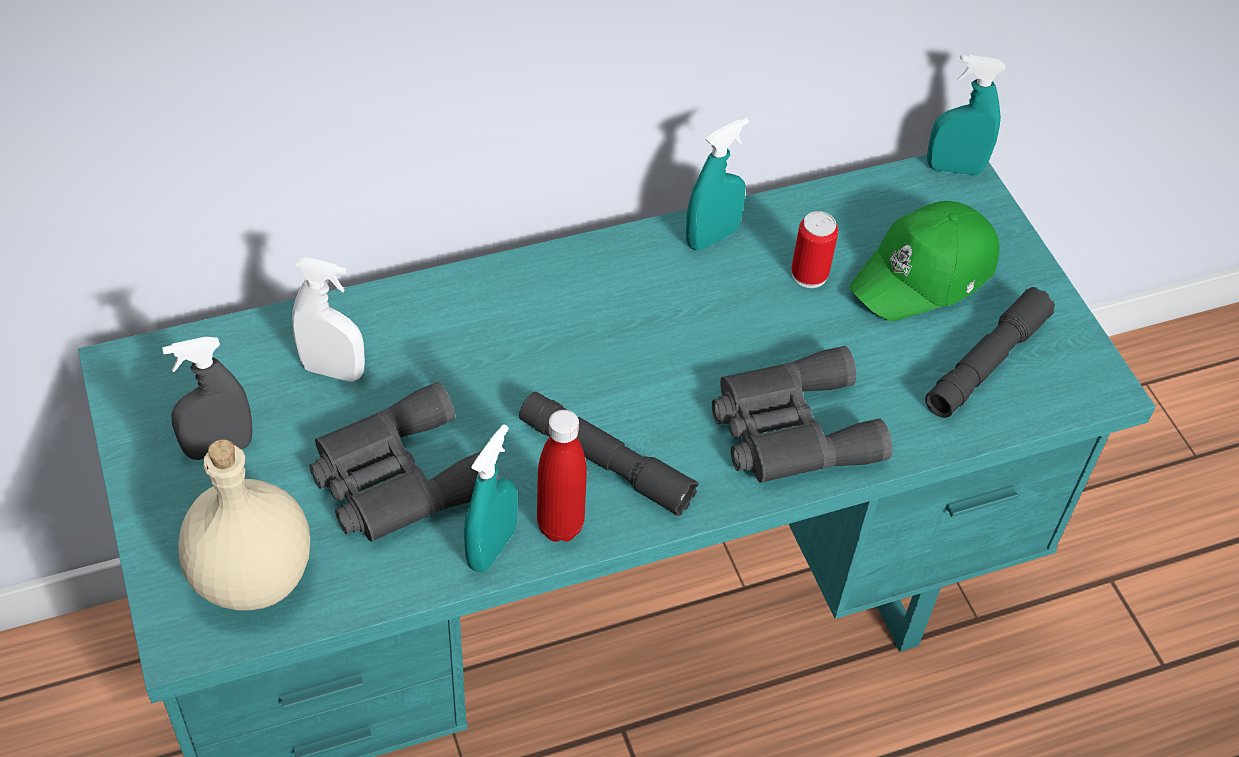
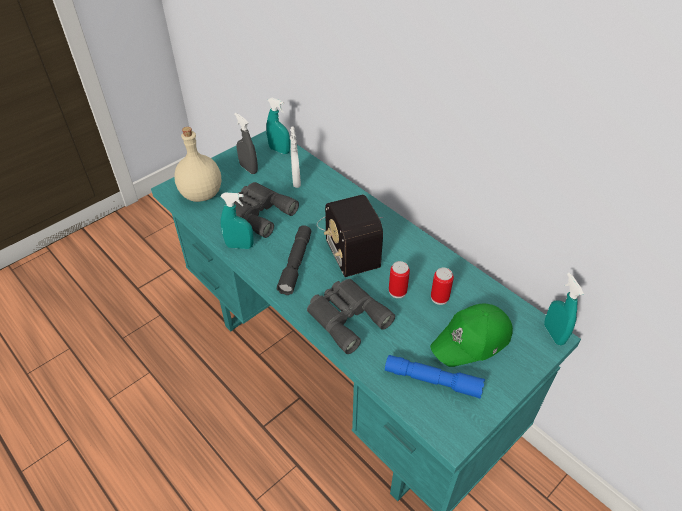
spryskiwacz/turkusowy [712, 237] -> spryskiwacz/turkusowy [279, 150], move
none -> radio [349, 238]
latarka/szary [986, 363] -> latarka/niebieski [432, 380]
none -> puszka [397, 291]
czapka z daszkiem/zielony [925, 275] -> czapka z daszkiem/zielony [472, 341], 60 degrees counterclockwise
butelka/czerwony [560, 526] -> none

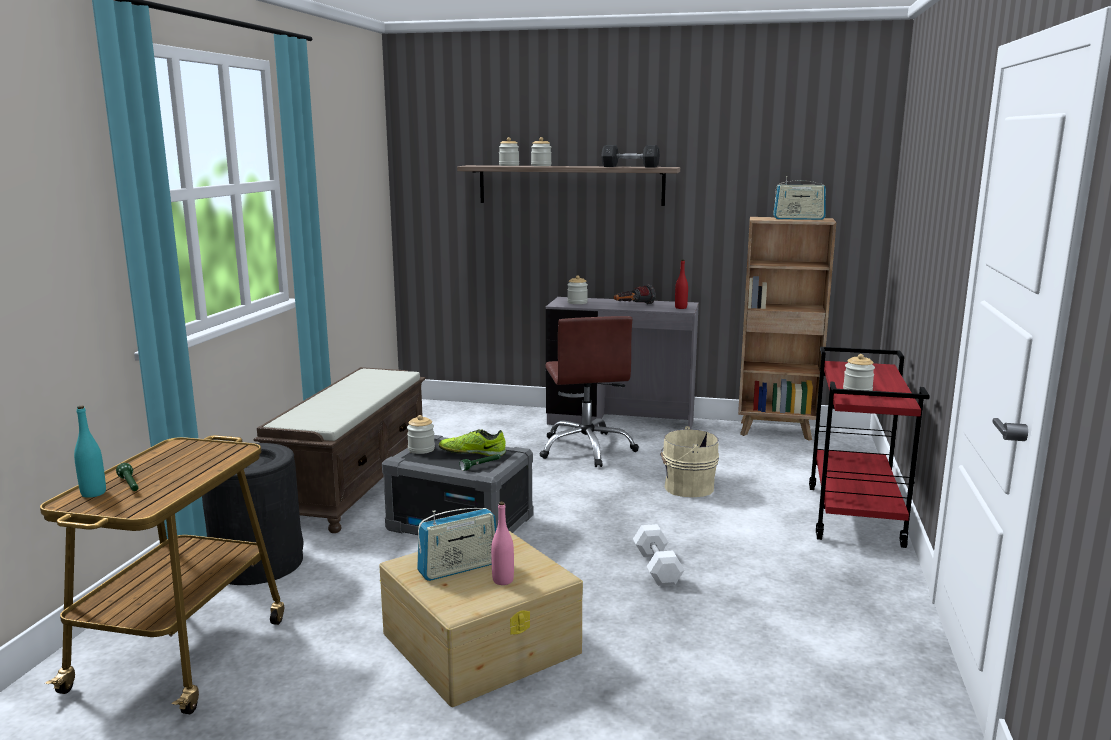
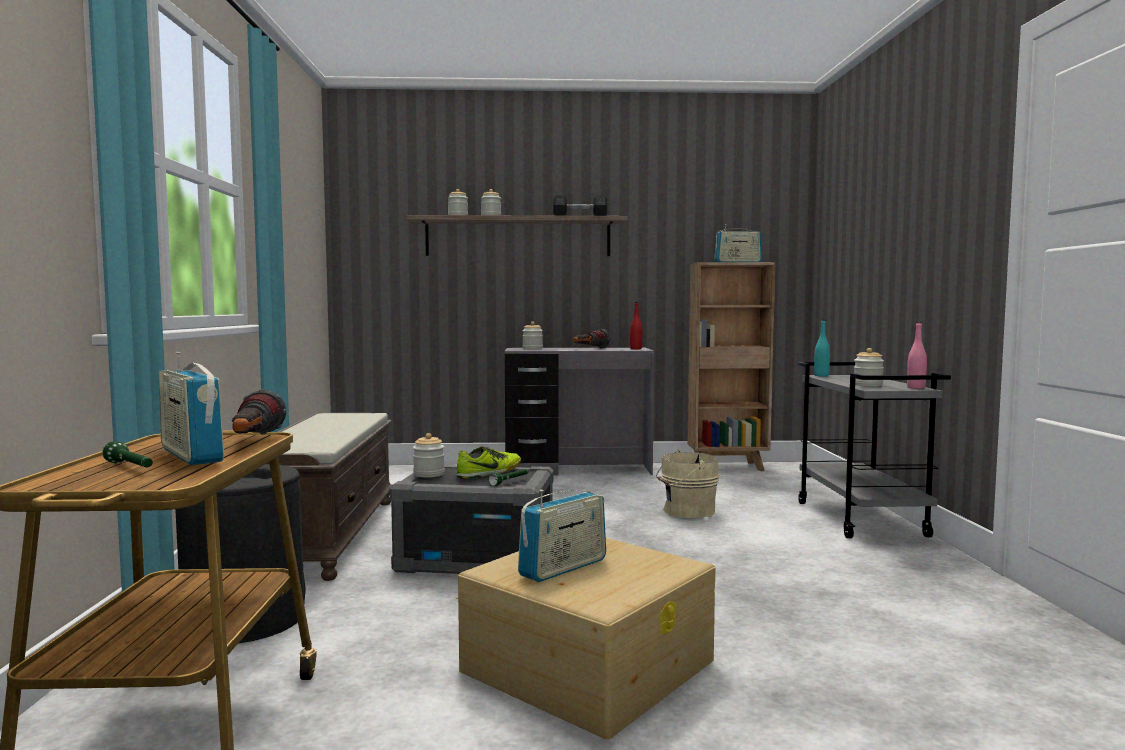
none -> radio [191, 455]
none -> latarka [253, 441]
but [472, 453] -> but [490, 473], 150 degrees clockwise
wózek/czerwony [855, 517] -> wózek/szary [861, 519]
butelka/turkusowy [93, 493] -> butelka/turkusowy [821, 375], move
butelka/różowy [503, 580] -> butelka/różowy [916, 388], move
krzesło biurowe/brązowy [587, 449] -> none
hantel/biały [657, 567] -> none

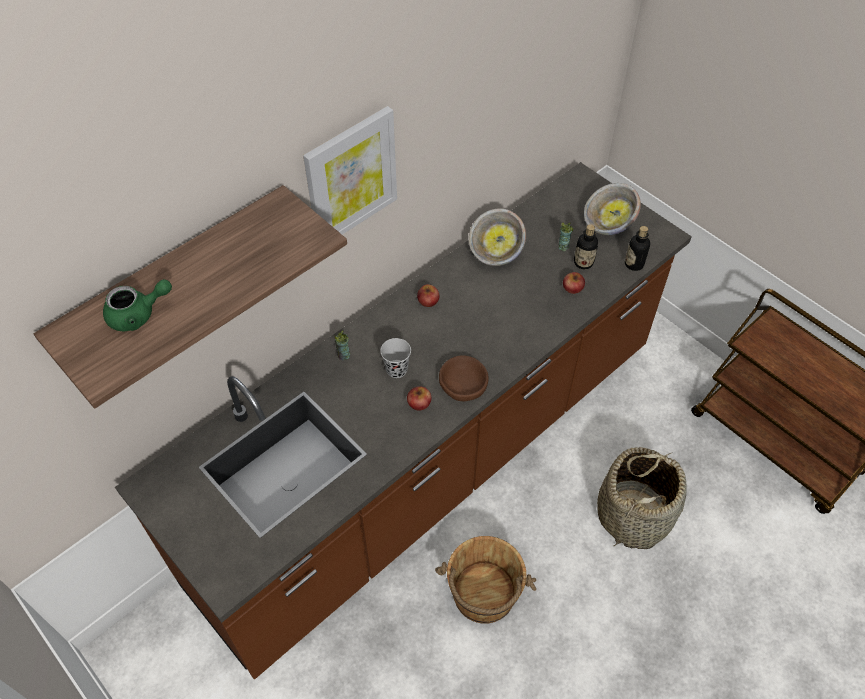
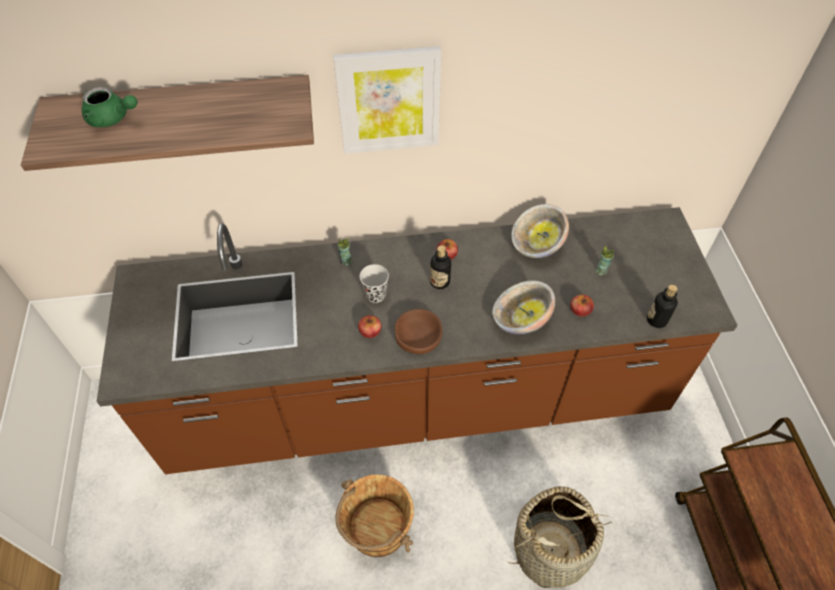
butelka [583, 262] -> butelka [440, 282], move
miska [608, 224] -> miska [520, 320], move

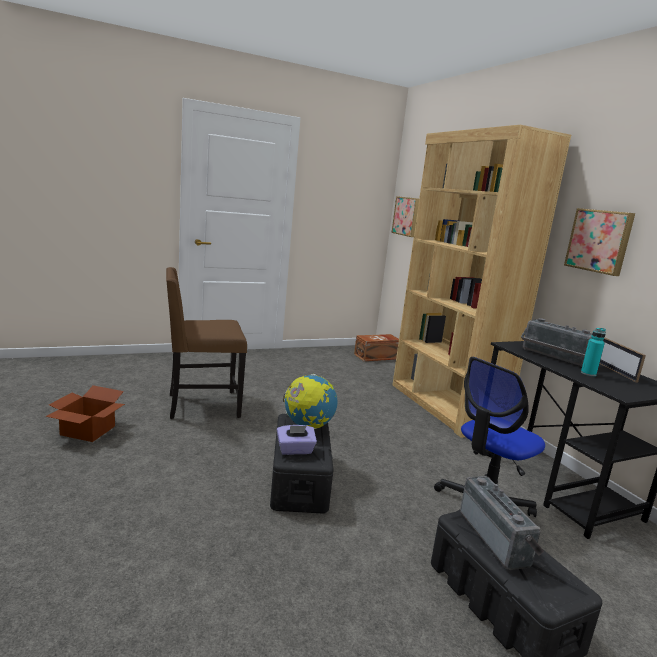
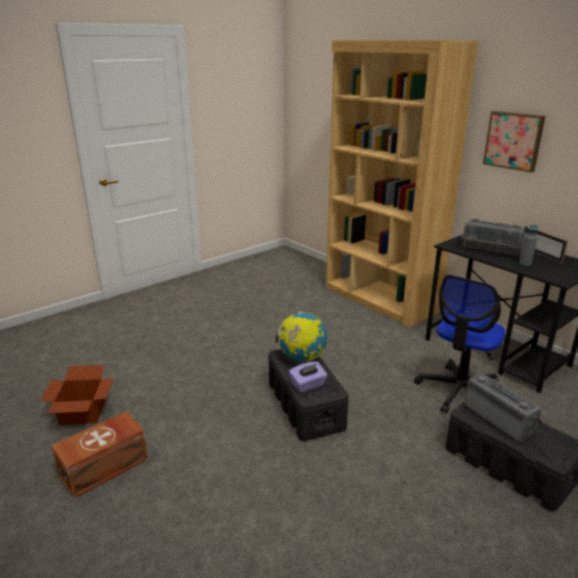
pojemnik do przechowywania/brązowy [377, 357] -> pojemnik do przechowywania/brązowy [106, 467], move
butelka/turkusowy [588, 373] -> butelka/szary [525, 263]
krzesło/brązowy [201, 405] -> none
obraz [407, 216] -> none

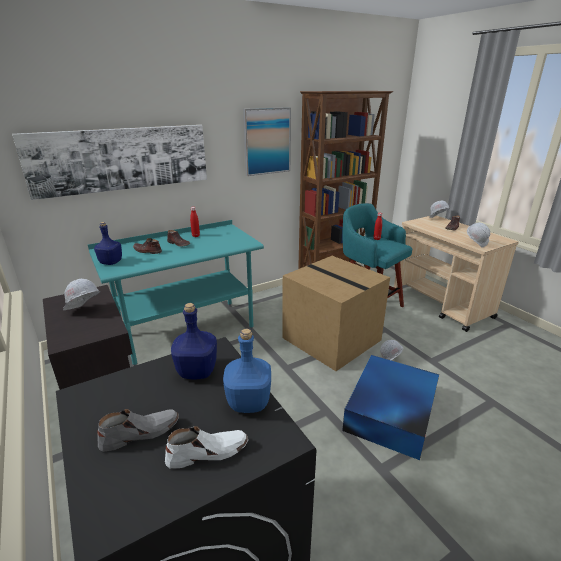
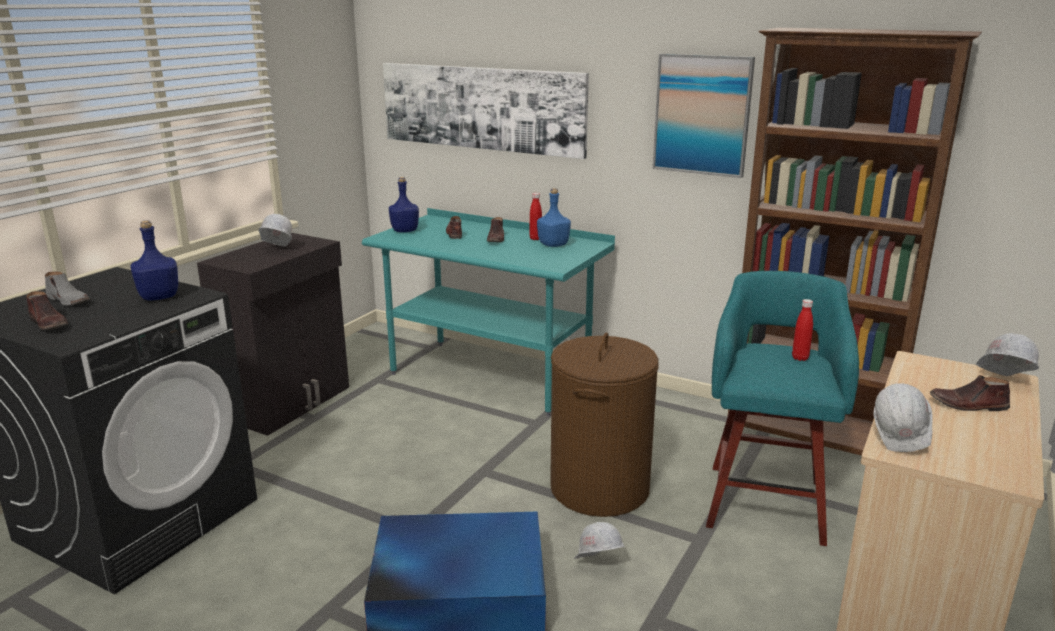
but/biały [207, 452] -> but/brązowy [49, 324]
butelka/niebieski [249, 403] -> butelka/niebieski [552, 245], move
karton [330, 339] -> kosz na pranie/brązowy [599, 488]

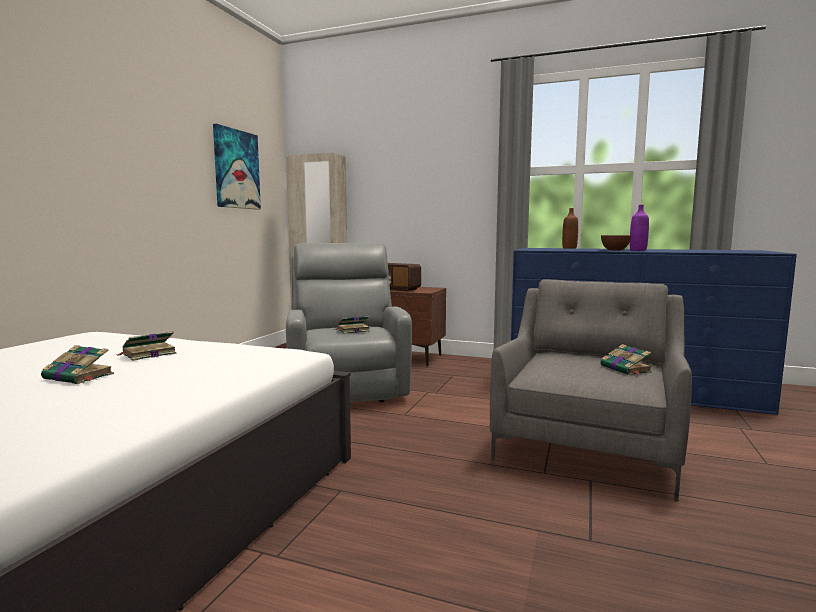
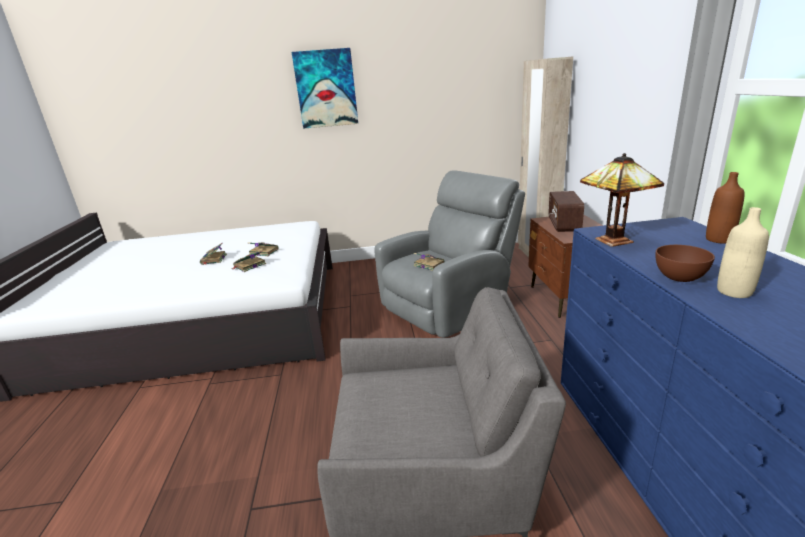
książka [626, 369] -> książka [249, 266], move
obraz [236, 169] -> obraz [326, 89], move
none -> lampa stołowa [610, 240]
butelka/fioletowy [638, 250] -> butelka/beżowy [734, 292]

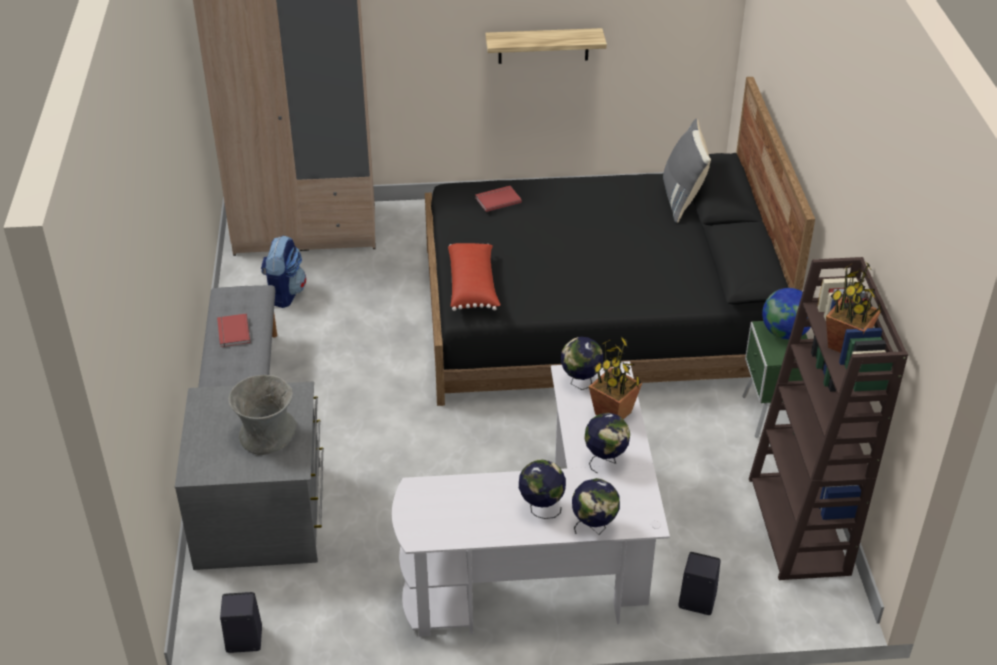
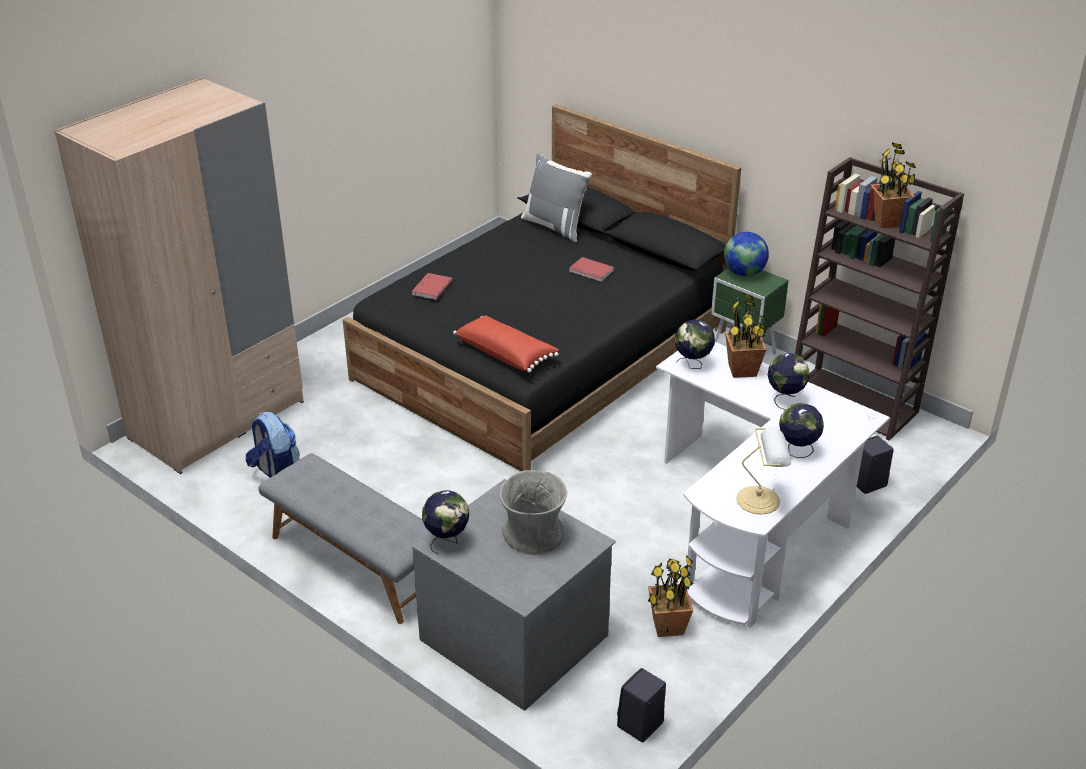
globus [594, 528] -> globus [447, 541], move
książka/czerwony [232, 332] -> książka/czerwony [590, 271], move
none -> roślina doniczkowa [667, 626]
none -> lampa stołowa [760, 500]
półka [543, 45] -> none

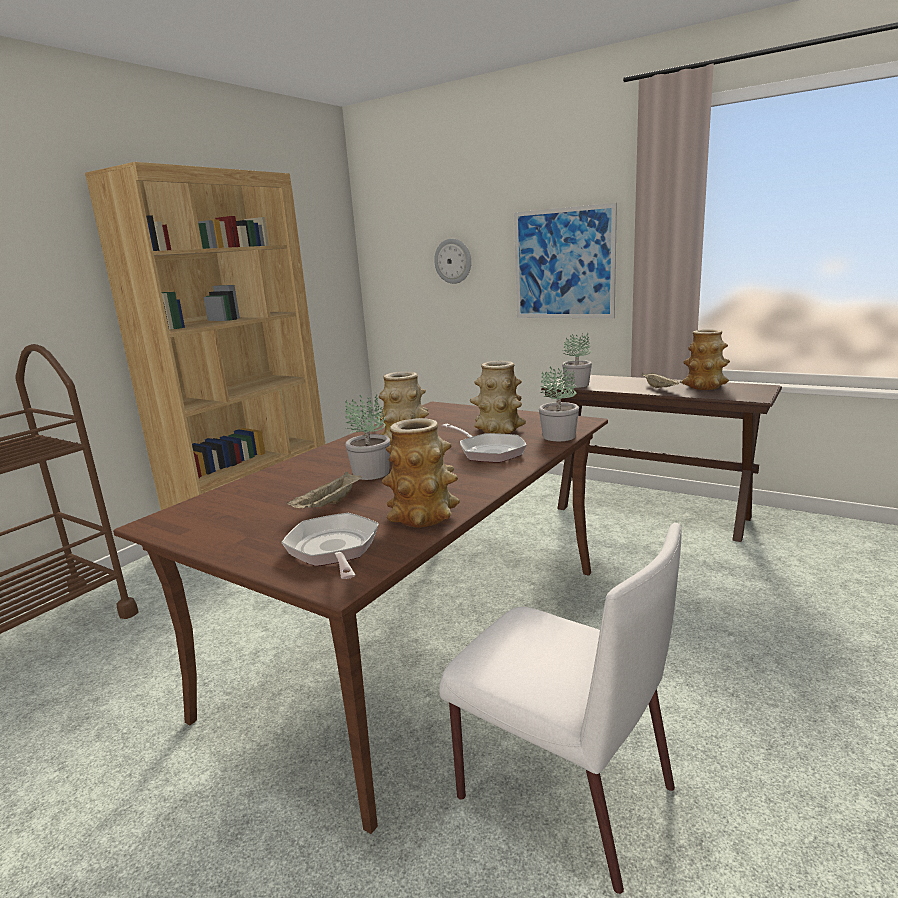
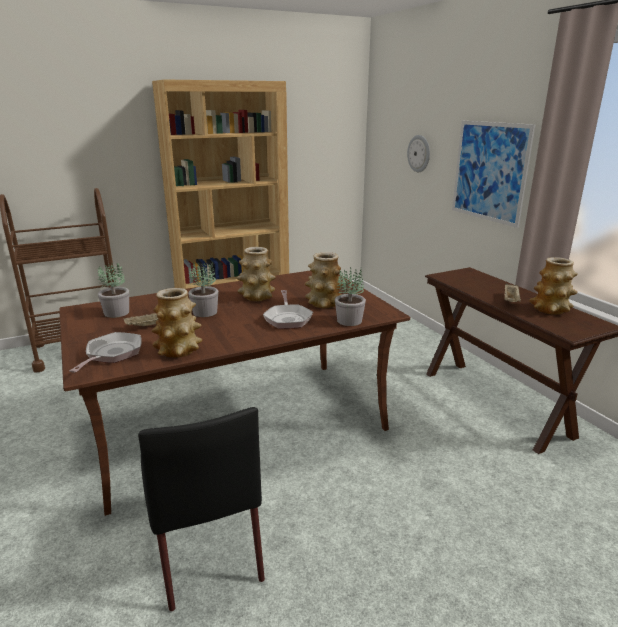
roślina doniczkowa [577, 384] -> roślina doniczkowa [117, 312], move
krzesło/biały [561, 791] -> krzesło/czarny [206, 547]

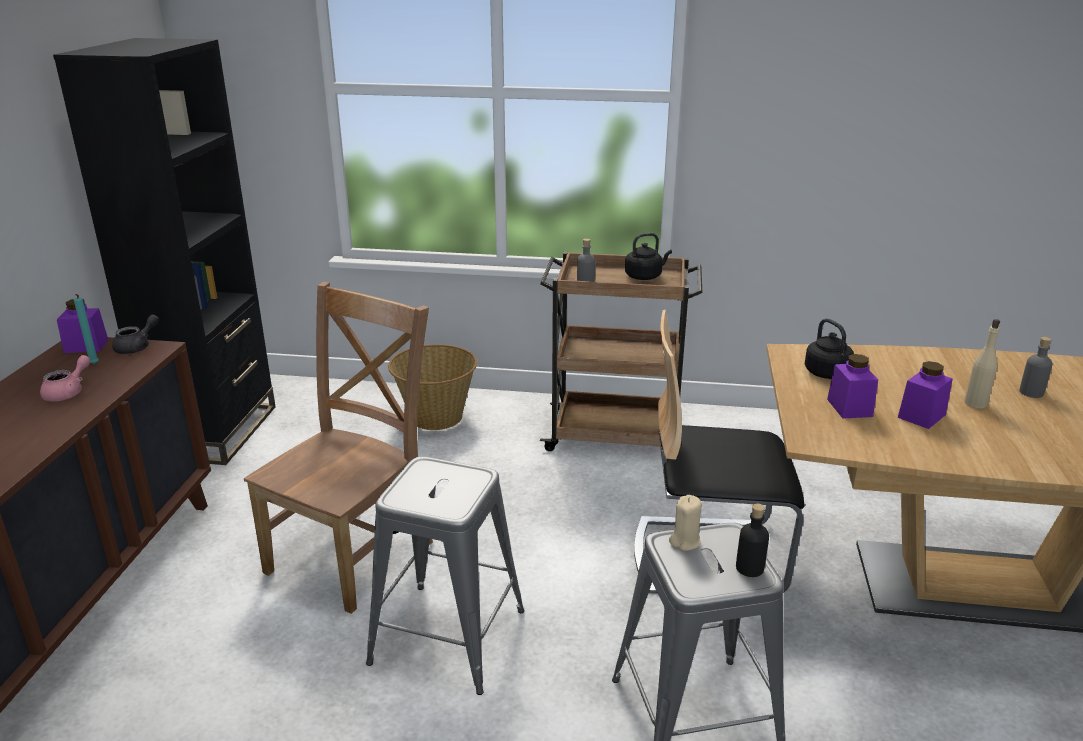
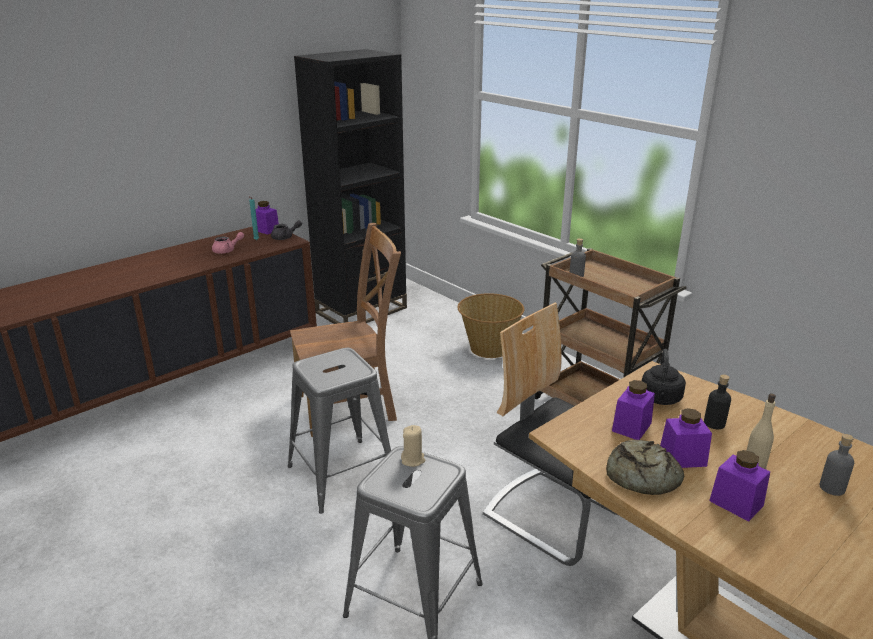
none -> chleb [641, 476]
butelka/czarny [749, 568] -> butelka/czarny [714, 423], move
none -> słoik/fioletowy [736, 503]
czajnik/czarny [645, 276] -> none

